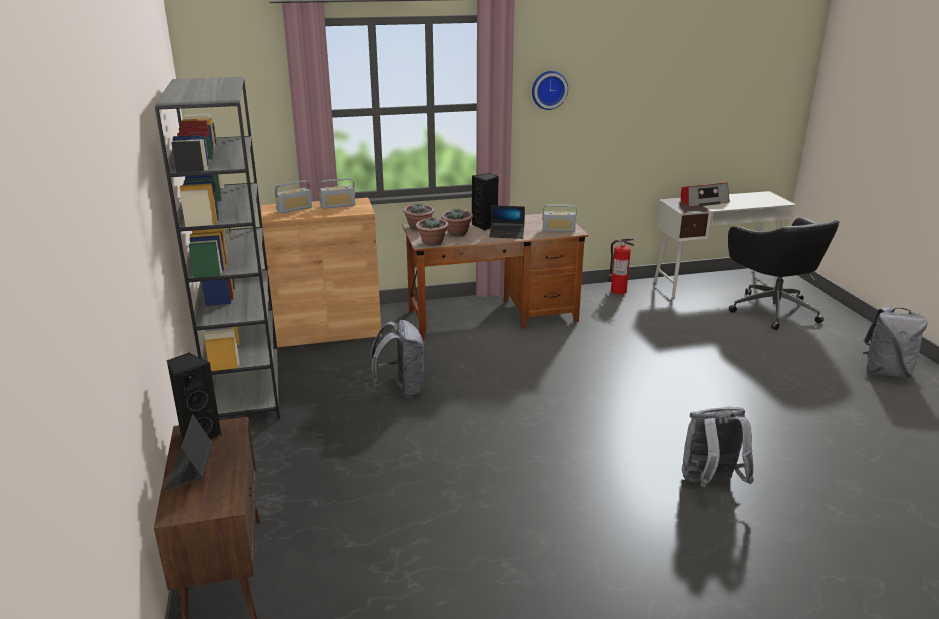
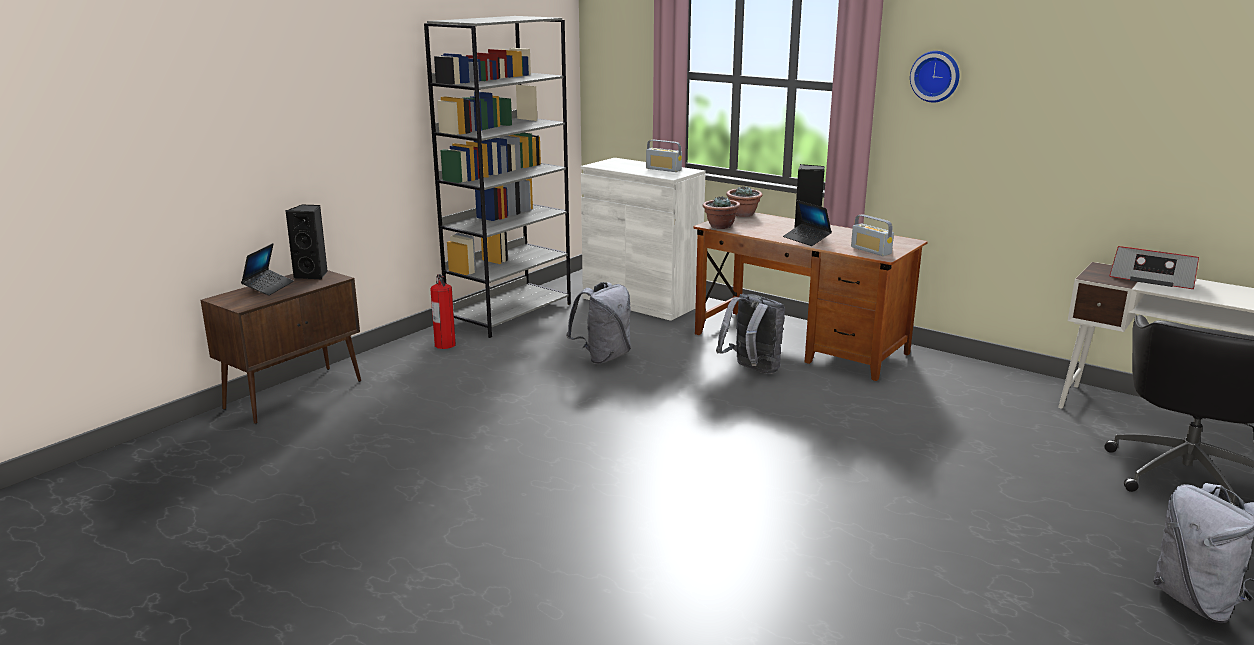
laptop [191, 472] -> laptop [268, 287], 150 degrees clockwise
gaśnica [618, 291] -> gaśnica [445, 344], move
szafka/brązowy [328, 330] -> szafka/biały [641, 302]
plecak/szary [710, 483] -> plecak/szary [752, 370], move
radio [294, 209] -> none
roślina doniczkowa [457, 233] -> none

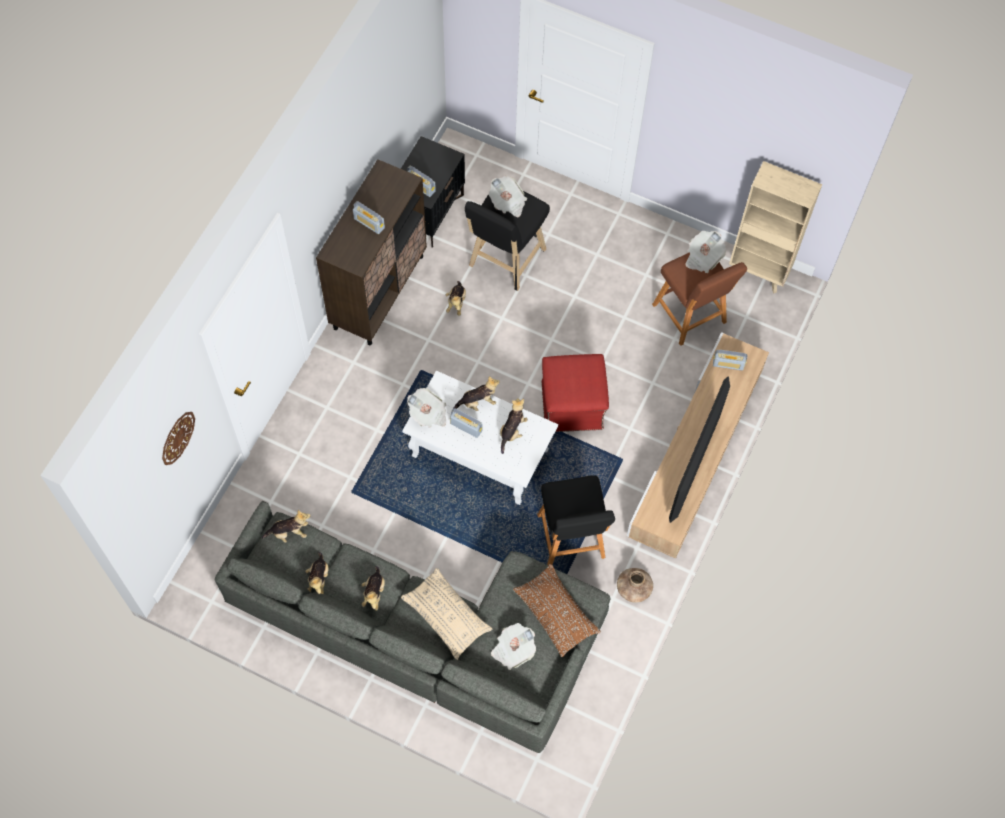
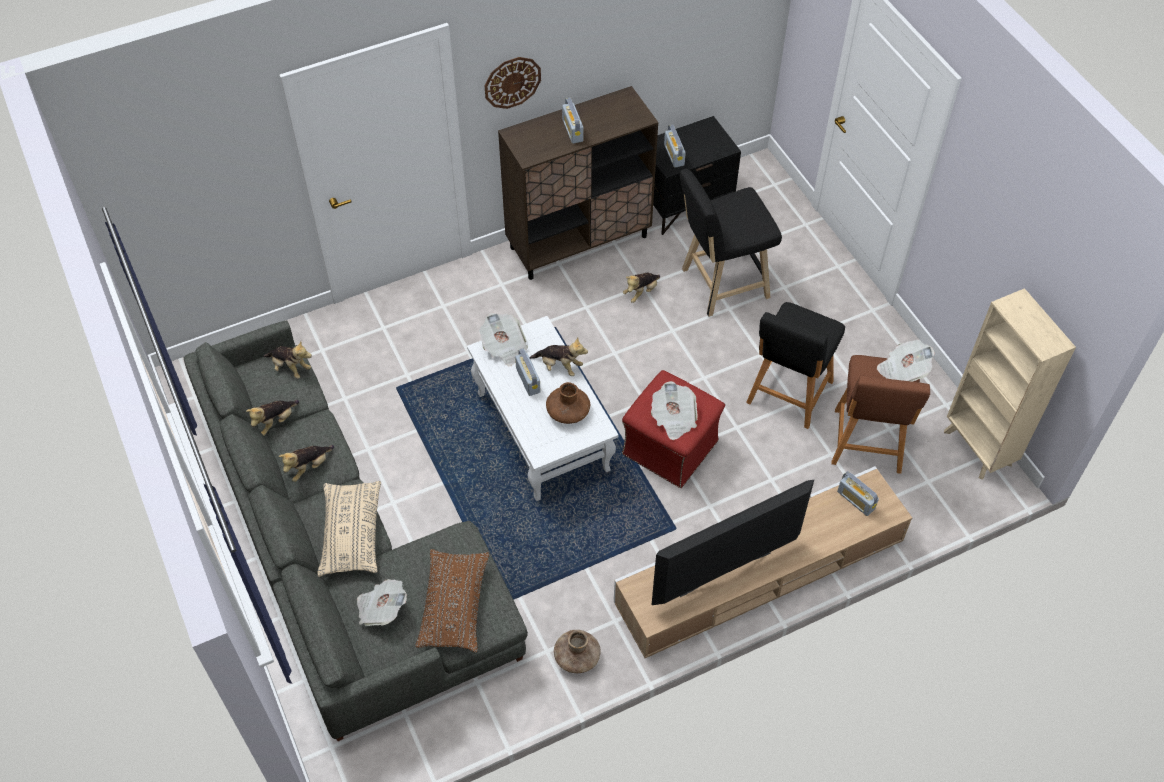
zegar ścienny [177, 437] -> zegar ścienny [512, 82], move
pluszak [512, 431] -> wazon/brązowy [568, 411]
gazeta [508, 202] -> gazeta [673, 418], move
stołek/czarny [571, 540] -> stołek/czarny [788, 395], move

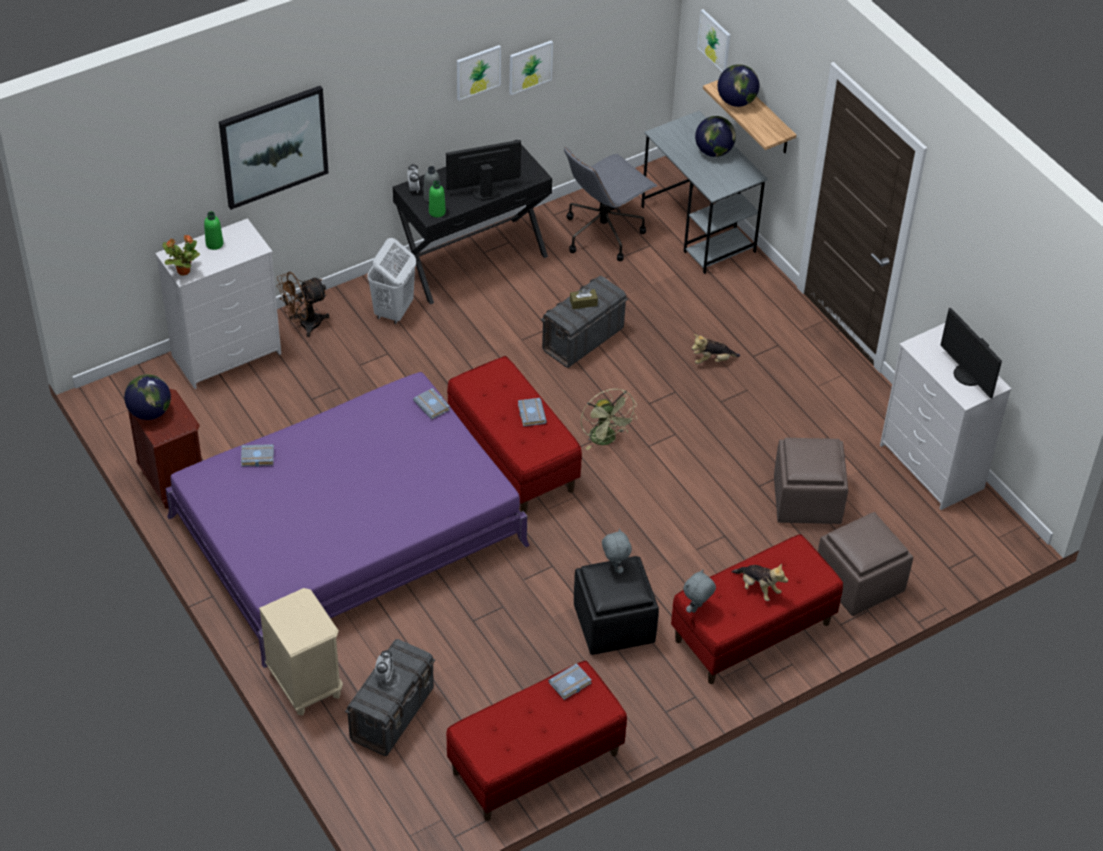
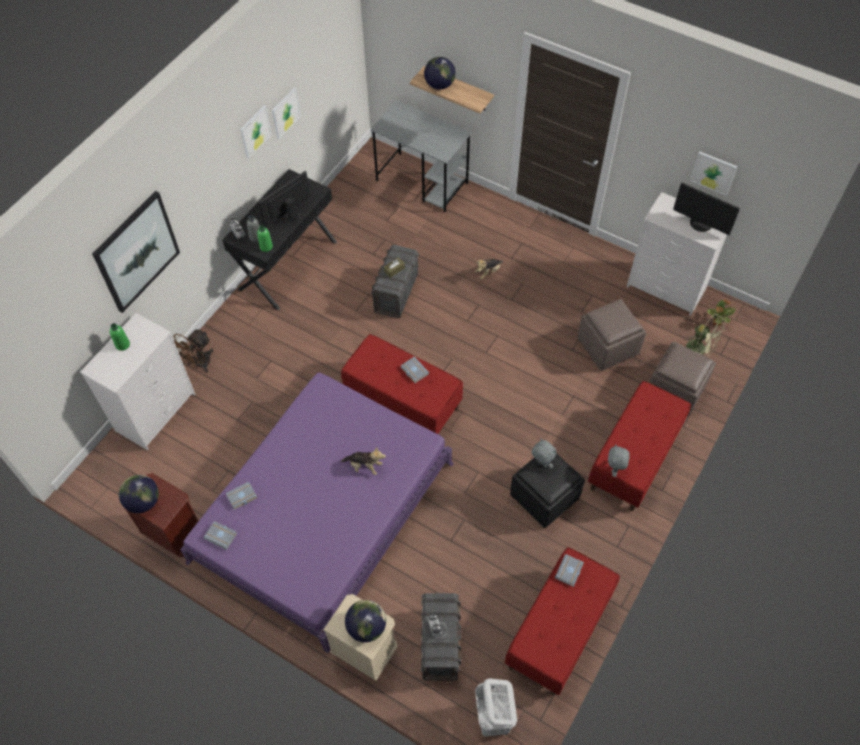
książka/szary [433, 406] -> książka/szary [222, 536], move
pluszak [758, 588] -> pluszak [364, 466], move
globus [714, 151] -> globus [367, 627], move
kosz na pranie/biały [393, 311] -> kosz na pranie/biały [493, 719], move
wentylator/zielony [606, 440] -> wentylator/zielony [700, 349], move
obraz [714, 40] -> obraz [713, 173], move
roślina doniczkowa [183, 271] -> roślina doniczkowa [716, 322], move
krzesło biurowe/szary [604, 233] -> none

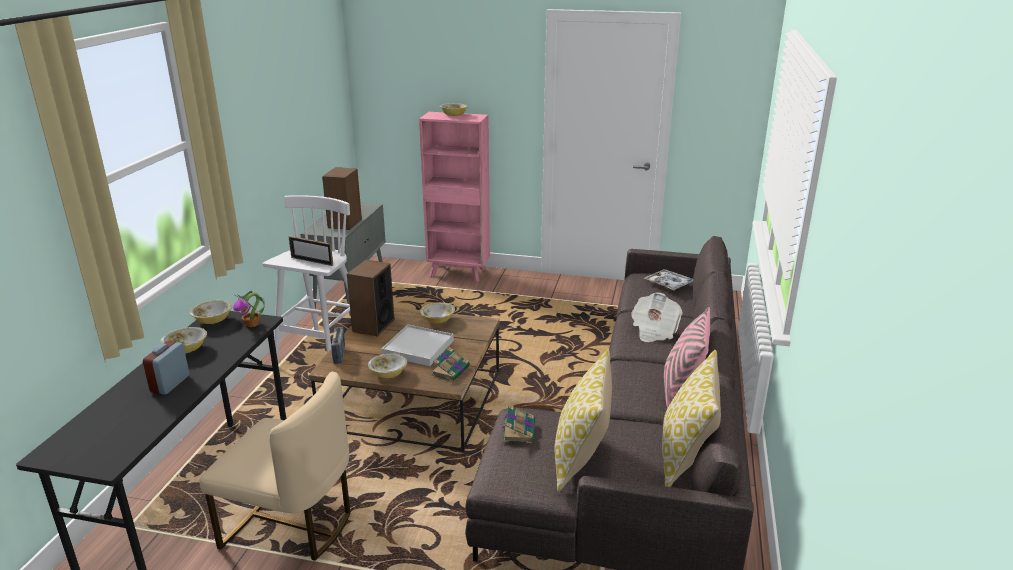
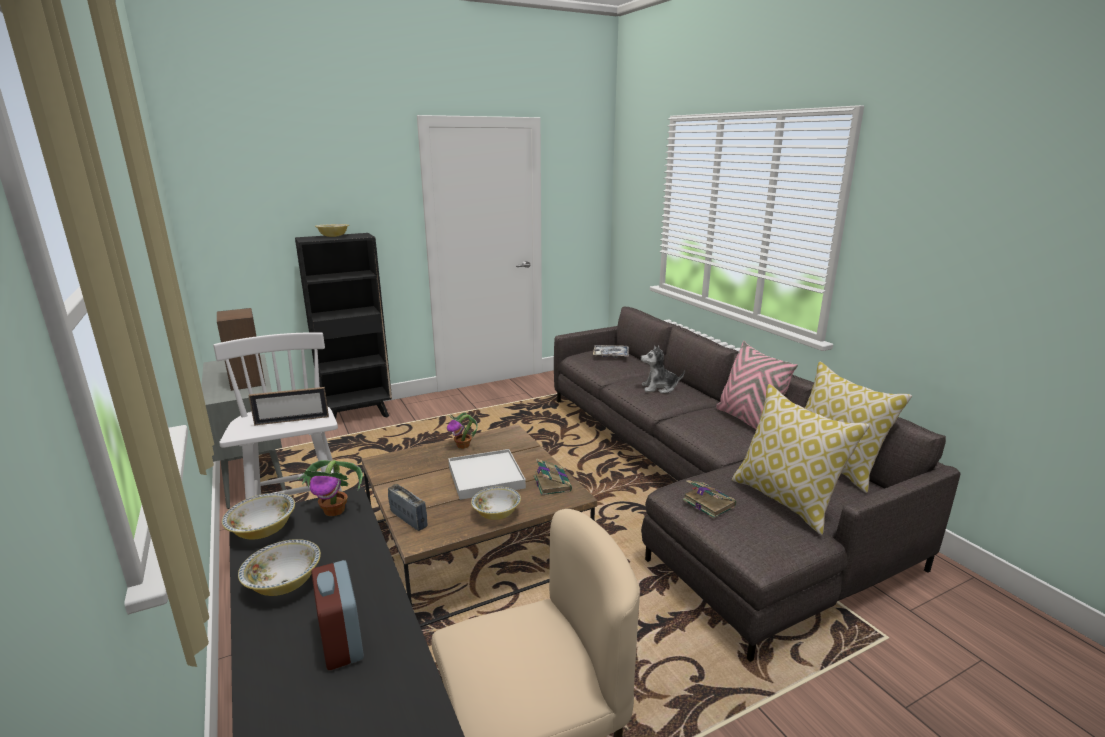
regał/różowy [459, 273] -> regał/czarny [358, 415]
miska [438, 320] -> roślina doniczkowa [463, 445]
gazeta [654, 330] -> pluszak [659, 388]
głośnik [373, 325] -> none

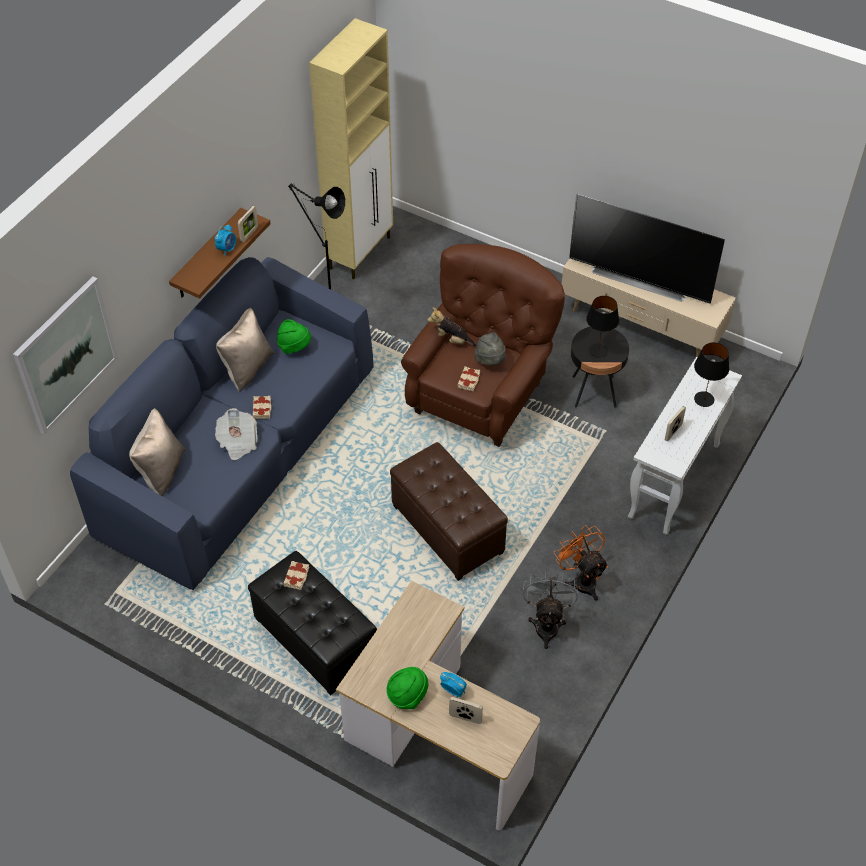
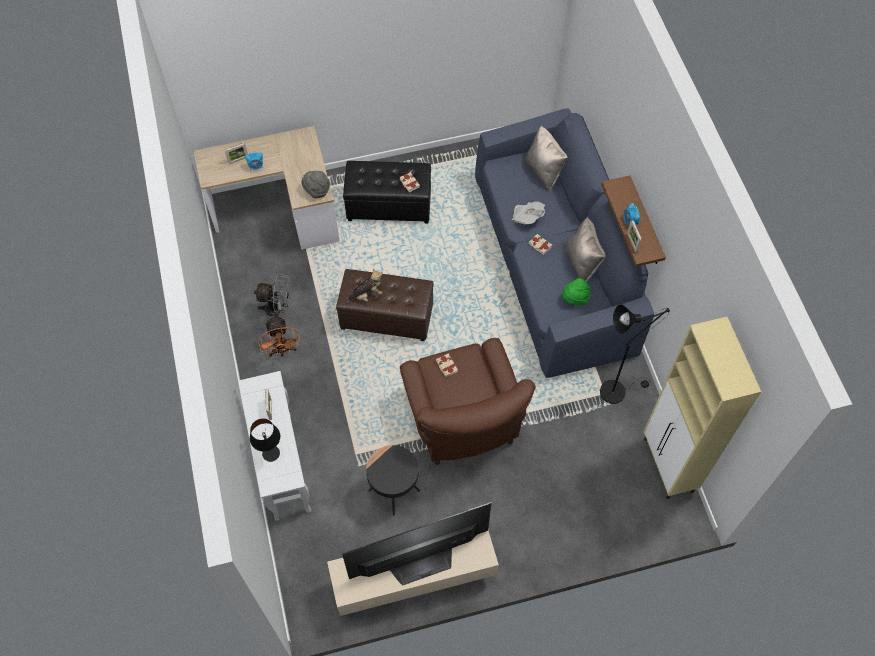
wentylator/szary [547, 624] -> wentylator/szary [278, 310], 45 degrees counterclockwise
wentylator/pomarańczowy [581, 579] -> wentylator/pomarańczowy [282, 350], 60 degrees clockwise
kapelusz/szary [490, 361] -> kapelusz/szary [317, 190], move
pluszak [451, 340] -> pluszak [366, 295], move
obraz [66, 355] -> none
kapelusz/zielony [407, 695] -> none
lampa stołowa/czarny [598, 351] -> none

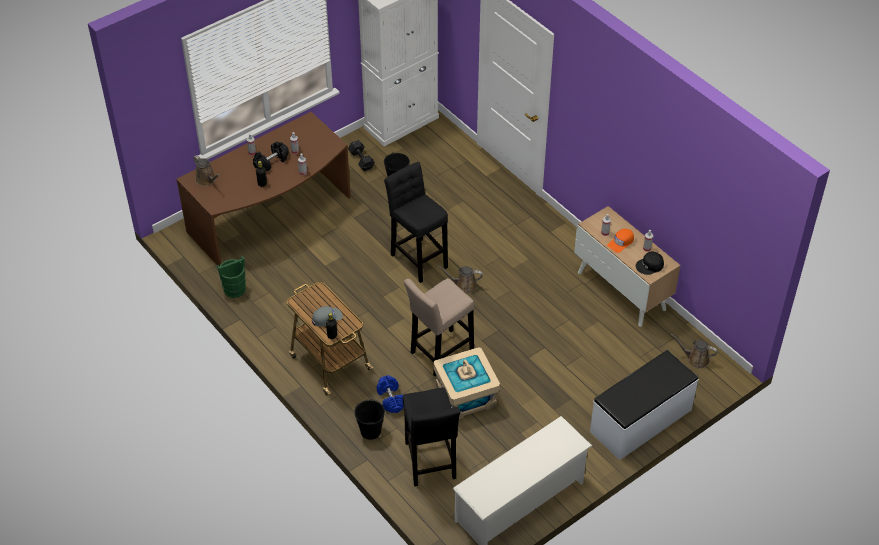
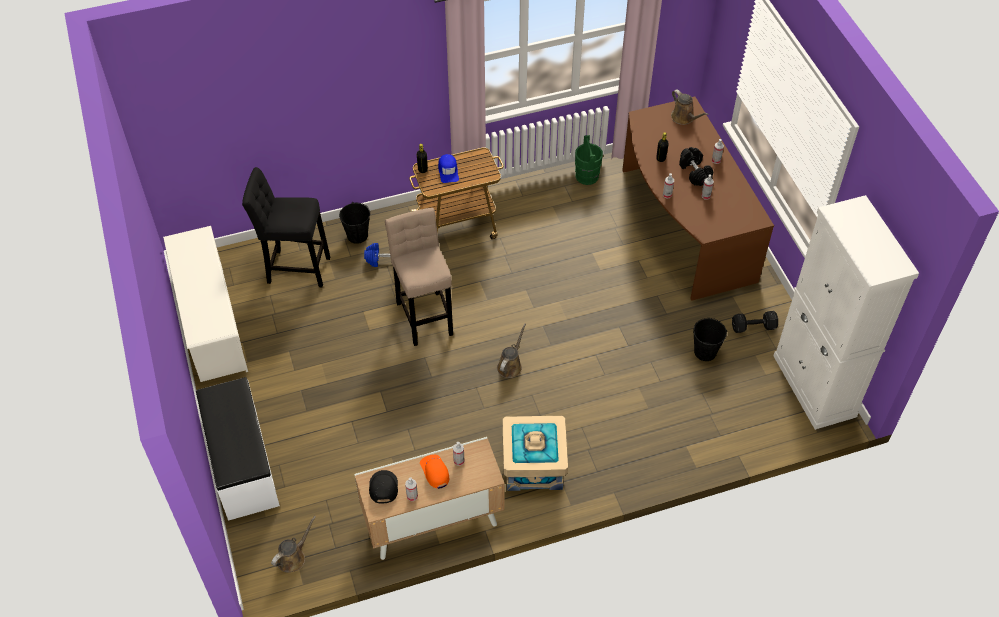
czapka z daszkiem/szary [327, 318] -> czapka z daszkiem/niebieski [448, 171]
pojemnik do przechowywania/beżowy [465, 396] -> pojemnik do przechowywania/beżowy [533, 465], move
konewka/brązowy [207, 180] -> konewka/brązowy [684, 118], 105 degrees counterclockwise
stołek/czarny [417, 258] -> none

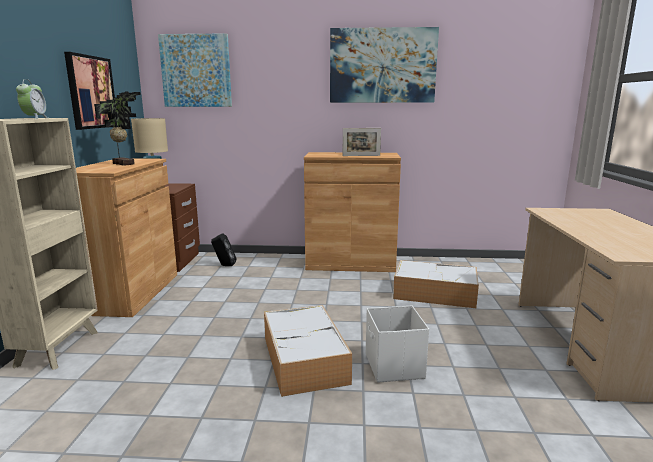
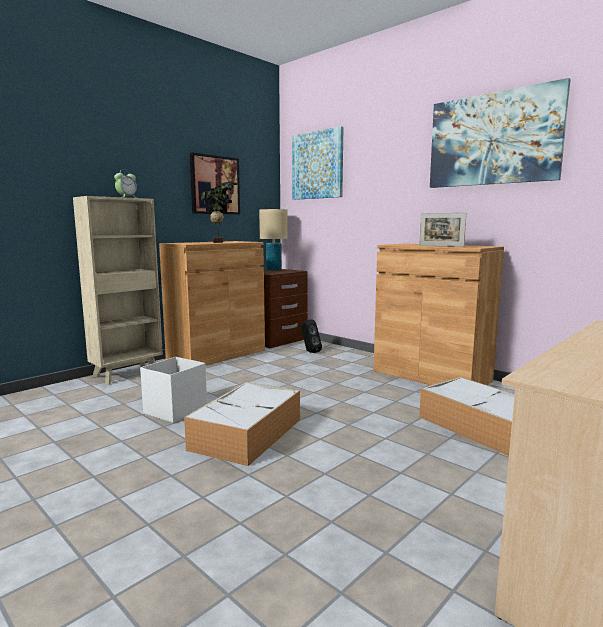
pojemnik do przechowywania/biały [394, 367] -> pojemnik do przechowywania/biały [174, 411], move

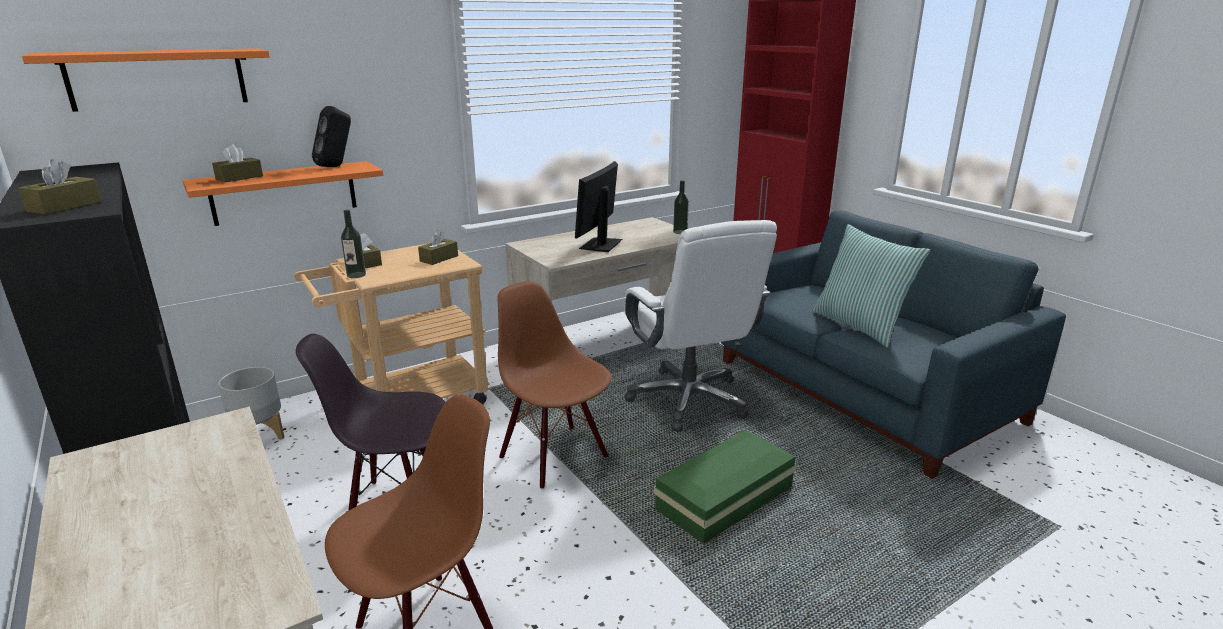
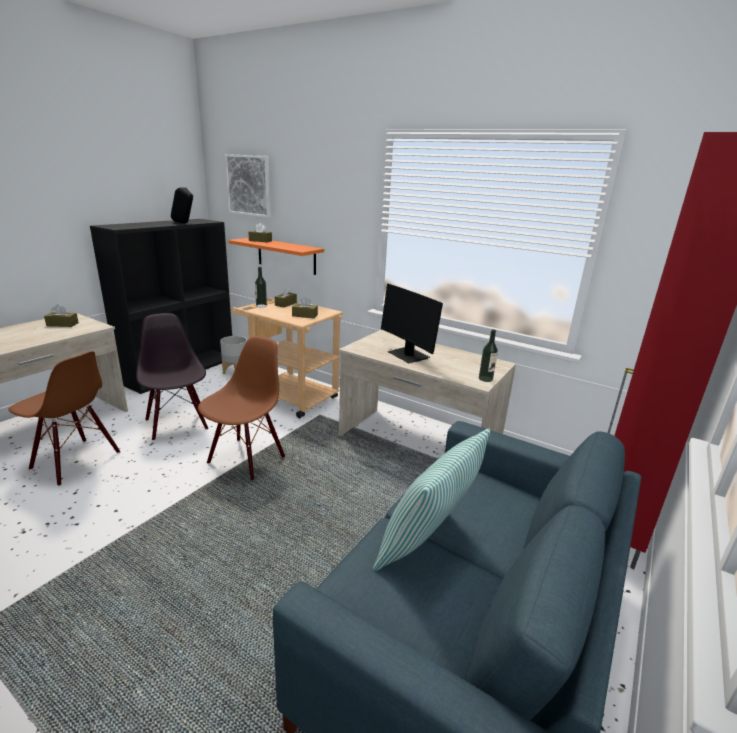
pudełko chusteczek/brązowy [64, 207] -> pudełko chusteczek/brązowy [62, 324], move
głośnik/czarny [336, 166] -> głośnik/czarny [185, 223], move
półka/pomarańczowy [158, 78] -> obraz [249, 185]
monitor [600, 245] -> monitor [408, 355], 120 degrees counterclockwise
krzesło biurowe/biały [688, 400] -> none
pojemnik do przechowywania/zielony [727, 498] -> none

